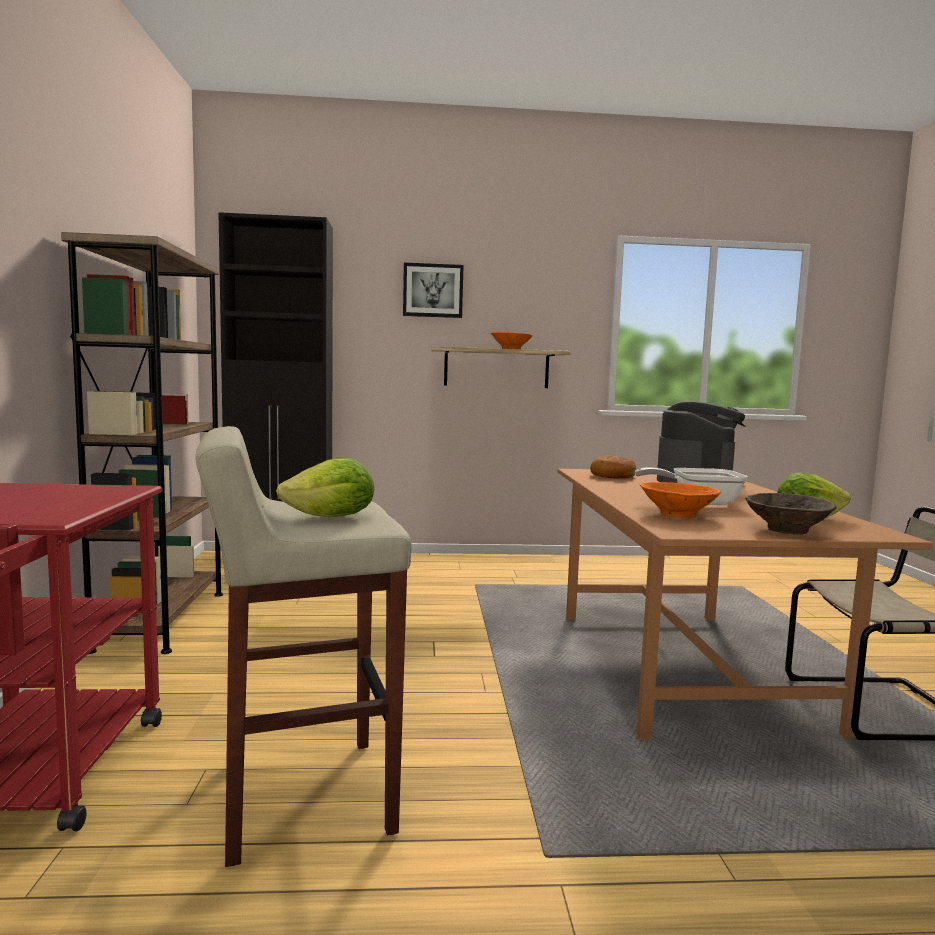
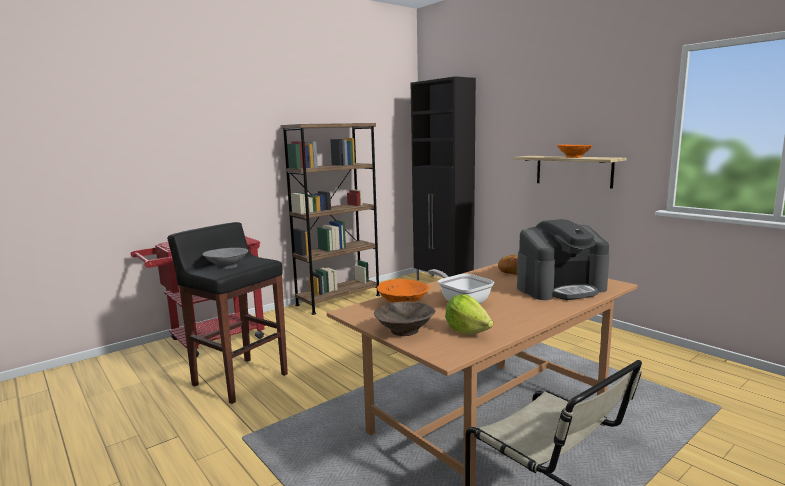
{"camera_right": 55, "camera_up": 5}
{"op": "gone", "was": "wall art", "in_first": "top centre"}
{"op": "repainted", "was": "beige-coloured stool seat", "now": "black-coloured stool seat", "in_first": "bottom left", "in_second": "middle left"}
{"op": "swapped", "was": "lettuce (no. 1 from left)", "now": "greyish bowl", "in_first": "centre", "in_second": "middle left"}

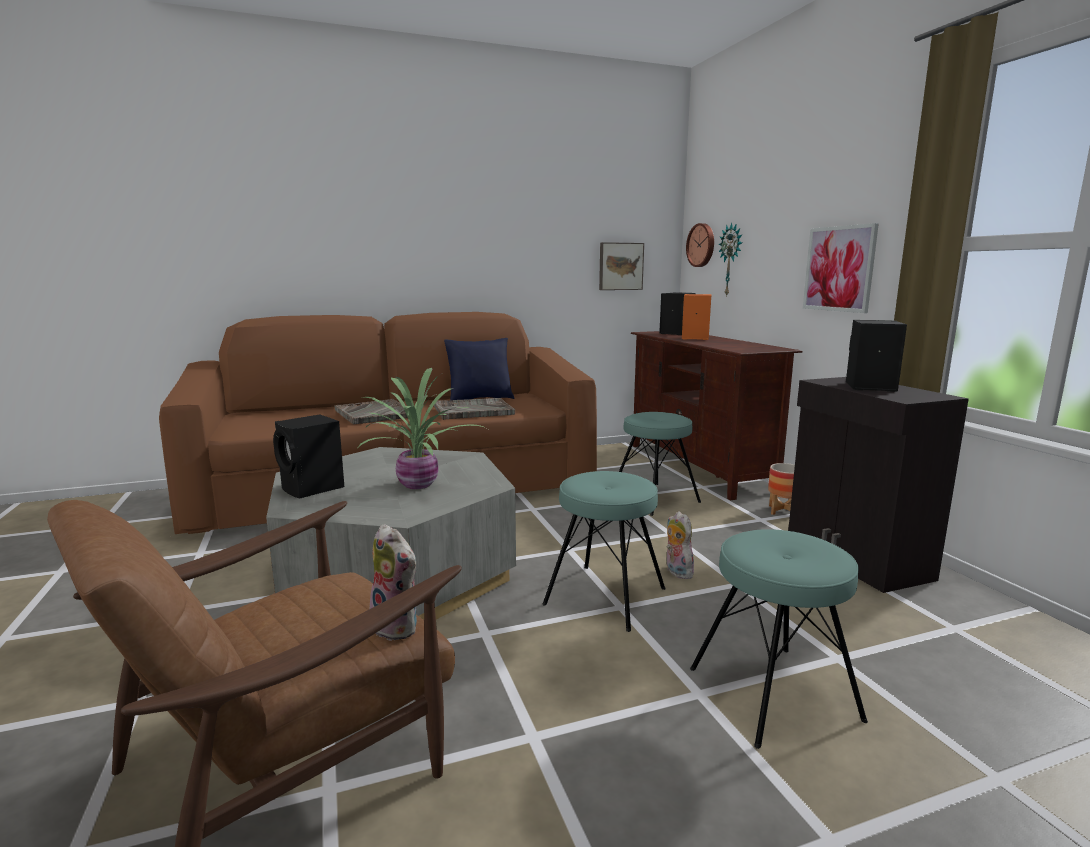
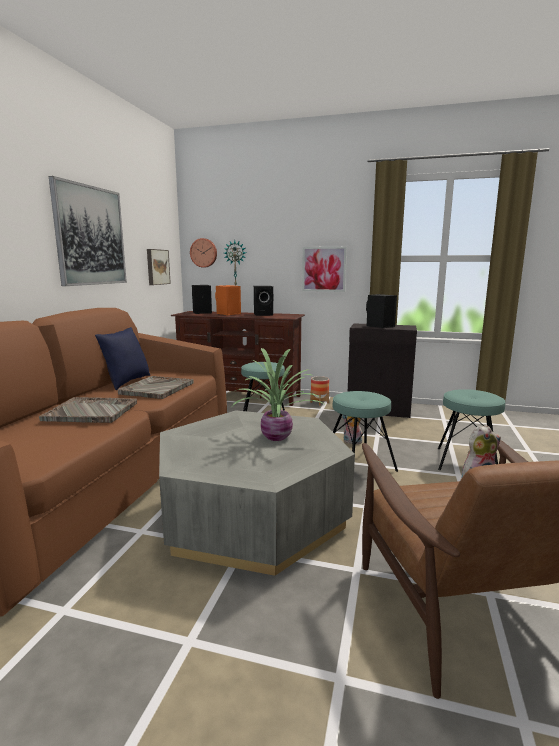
{"camera_right": -55, "camera_up": 0}
{"op": "shifted", "was": "black-coloured speaker (no. 1 from left in the first image)", "now": "black-coloured speaker (no. 2 from left)", "in_first": "middle left", "in_second": "centre"}
{"op": "new", "now": "wall art (no. 1 from left)", "in_second": "top left"}

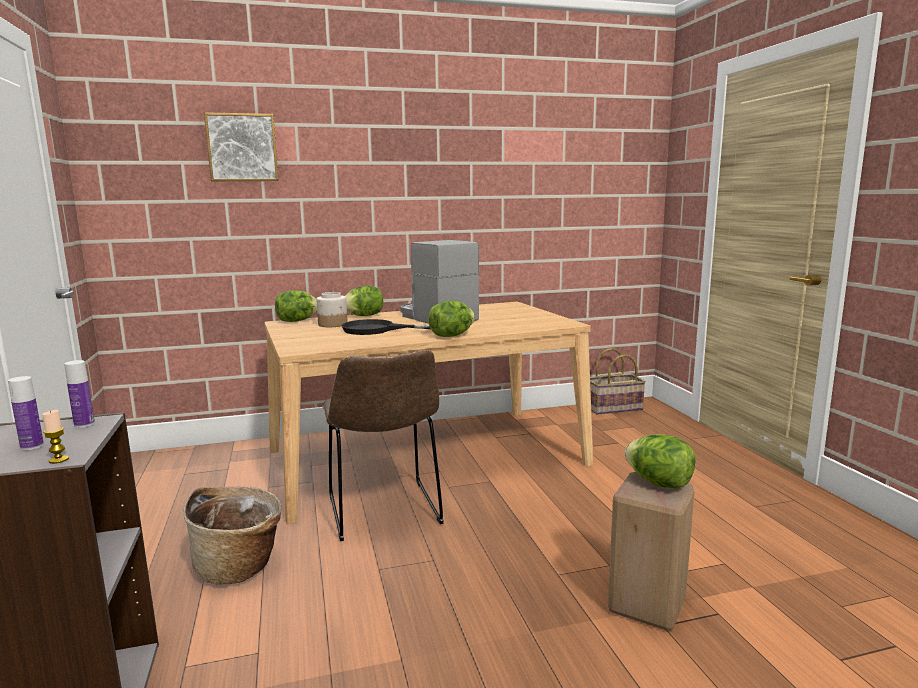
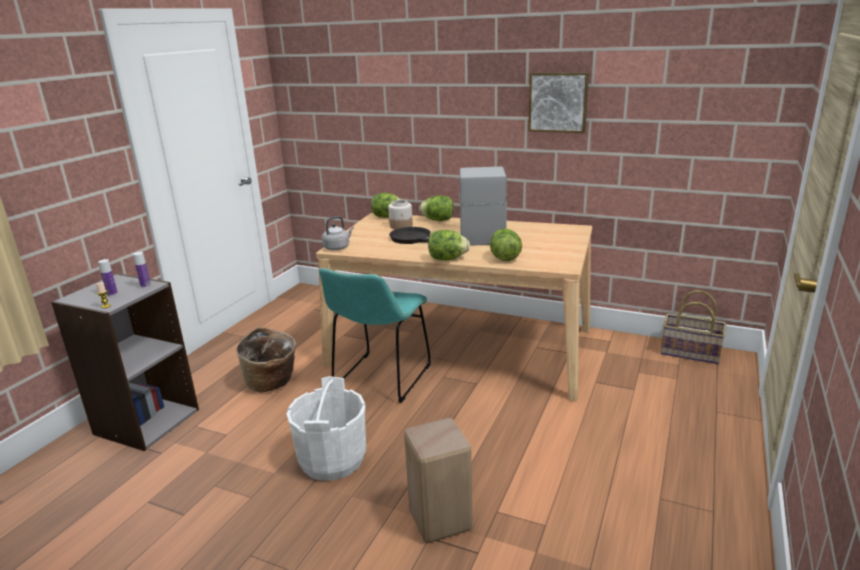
{"camera_right": 40, "camera_up": 10}
{"op": "shifted", "was": "wall art", "in_first": "top left", "in_second": "top centre"}
{"op": "repainted", "was": "brownish plain chair", "now": "turquoise-coloured plain chair", "in_first": "centre", "in_second": "centre"}
{"op": "shifted", "was": "lettuce (no. 4 from left)", "in_first": "bottom right", "in_second": "centre"}
{"op": "new", "now": "greyish tea kettle", "in_second": "centre"}
{"op": "new", "now": "white pail", "in_second": "bottom centre"}

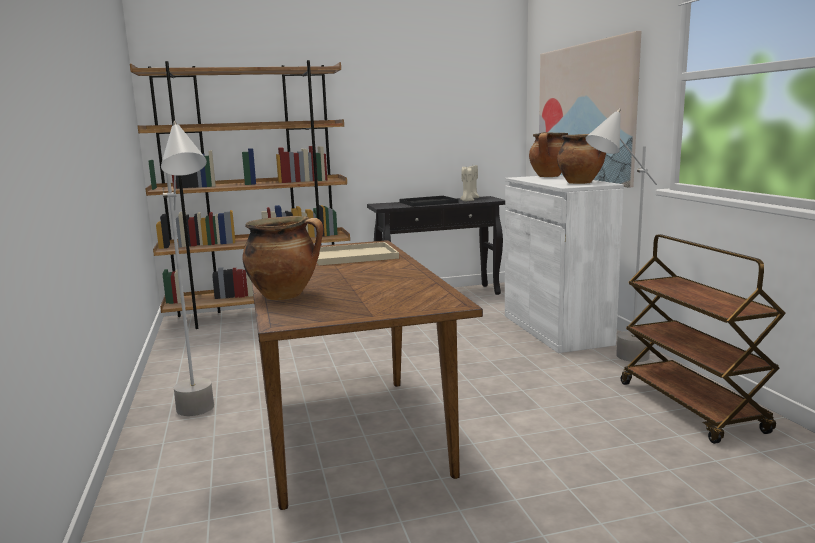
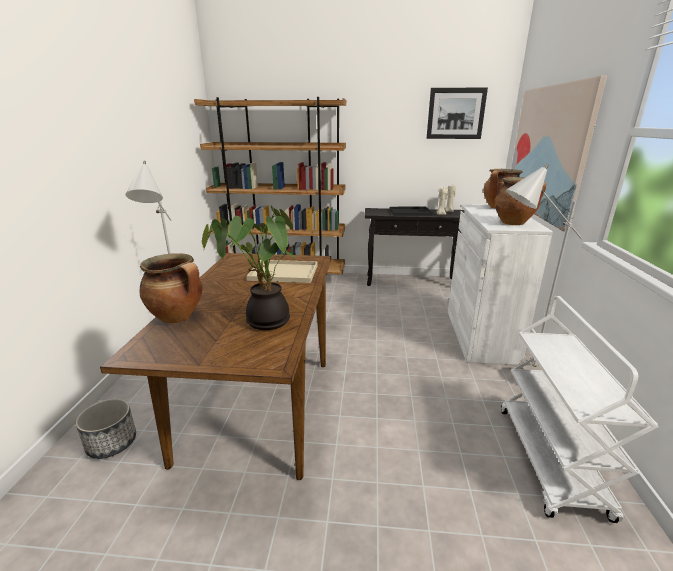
{"camera_right": 20, "camera_up": 10}
{"op": "repainted", "was": "brownish wheeled cart", "now": "white wheeled cart", "in_first": "middle right", "in_second": "bottom right"}
{"op": "new", "now": "wall art (no. 1 from left)", "in_second": "top right"}
{"op": "new", "now": "plant in a pot", "in_second": "centre"}
{"op": "new", "now": "flower pot", "in_second": "bottom left"}

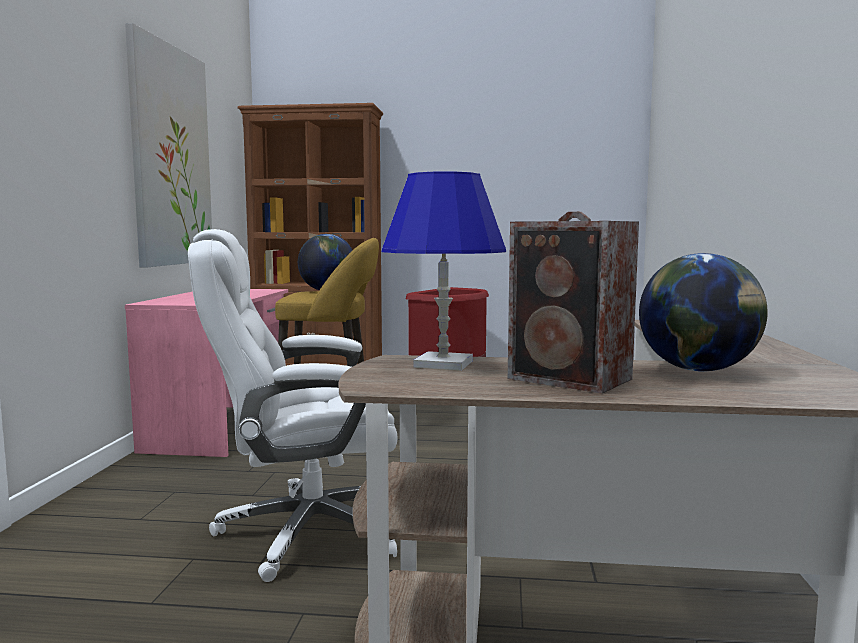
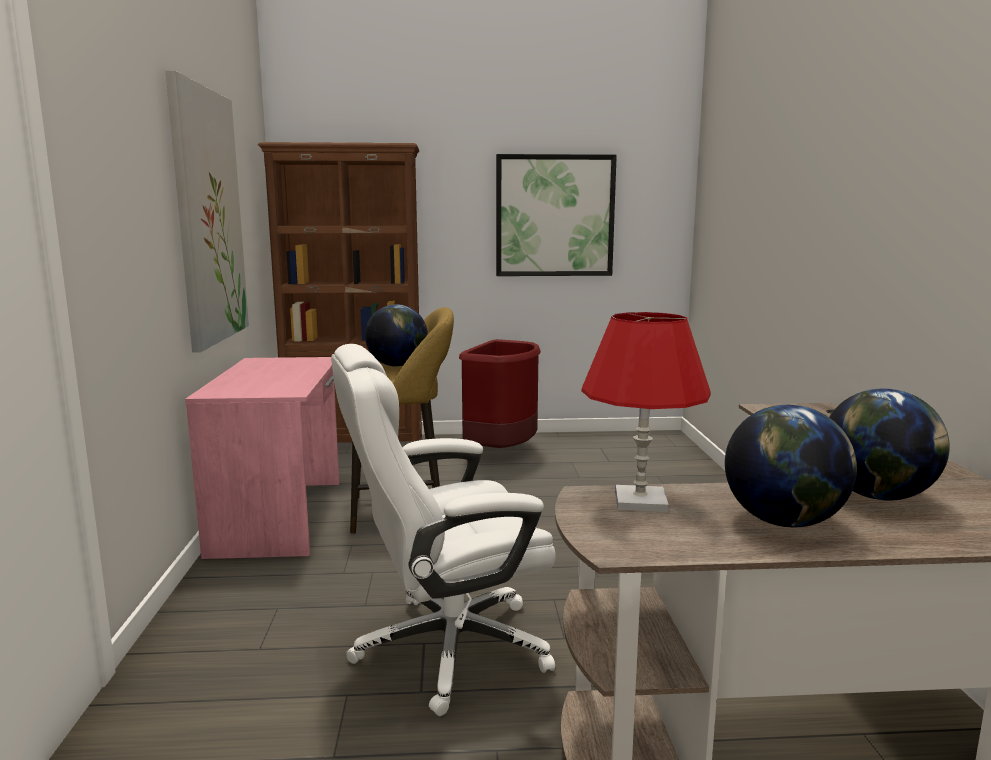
{"camera_right": -10, "camera_up": 5}
{"op": "repainted", "was": "blue-coloured tabletop lamp", "now": "reddish tabletop lamp", "in_first": "centre", "in_second": "centre"}
{"op": "swapped", "was": "speaker", "now": "globe (no. 2 from left)", "in_first": "middle right", "in_second": "middle right"}
{"op": "new", "now": "wall art (no. 2 from left)", "in_second": "top centre"}

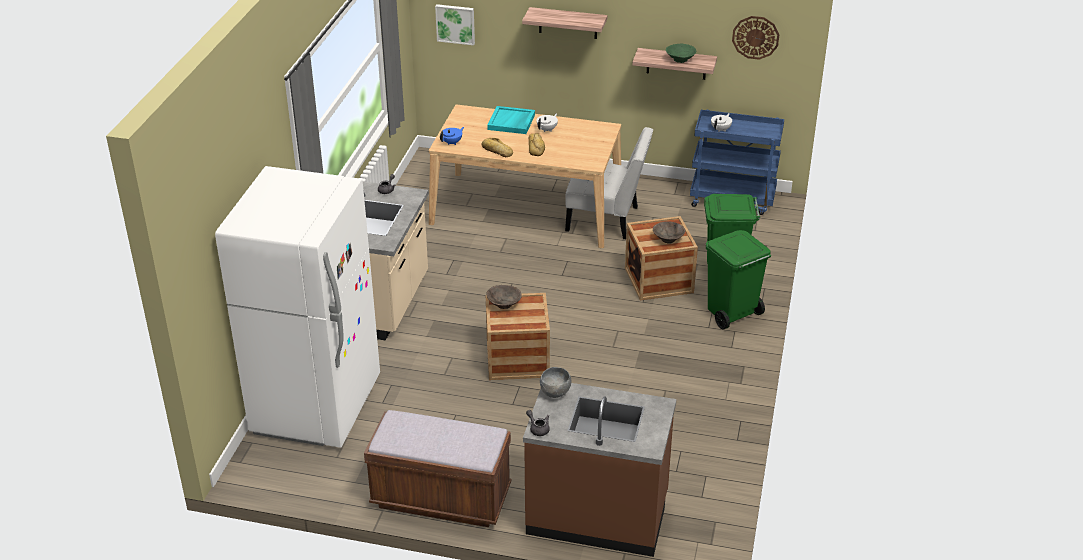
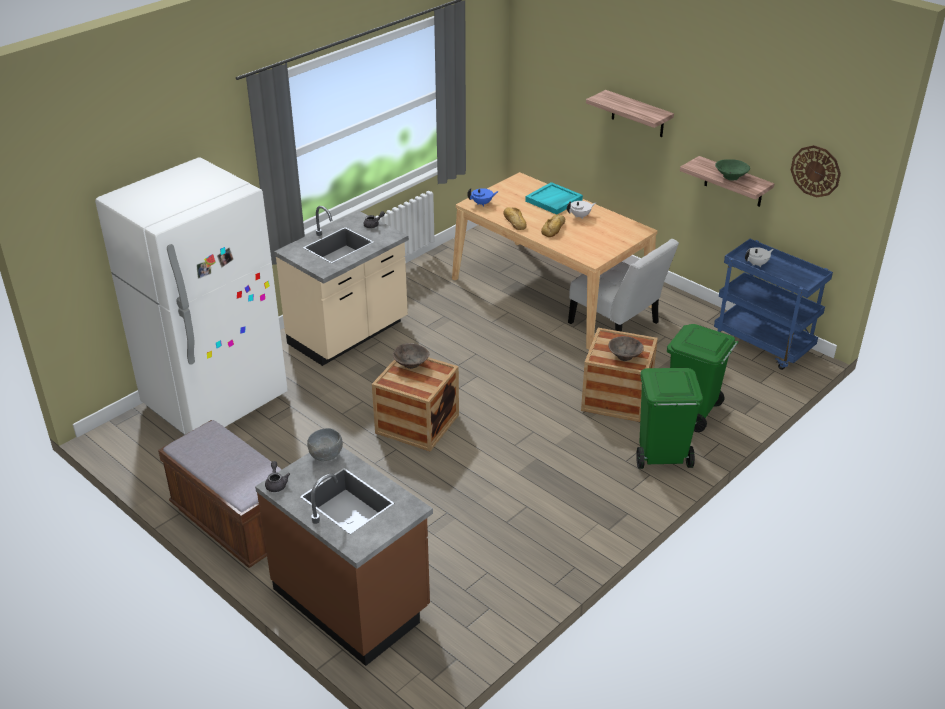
{"camera_right": 30, "camera_up": 0}
{"op": "gone", "was": "wall art", "in_first": "top centre"}

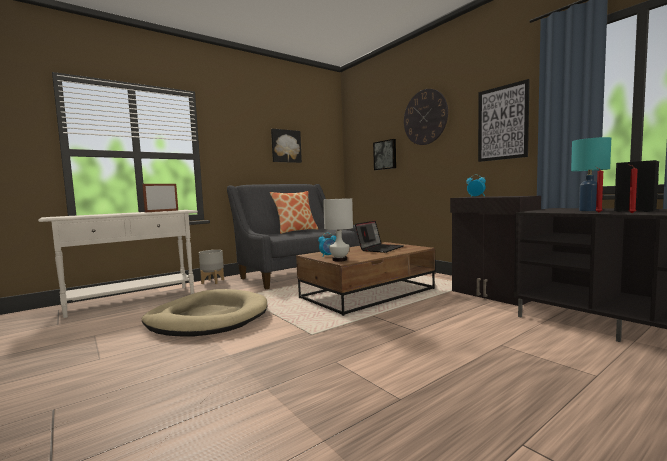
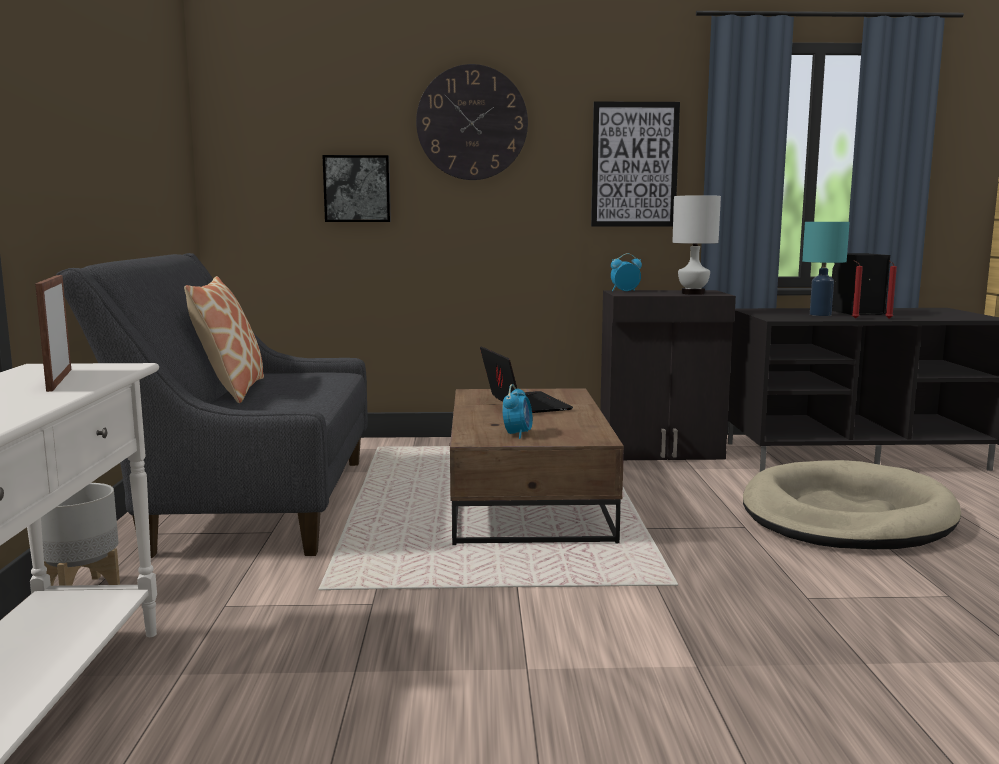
{"camera_right": -55, "camera_up": 5}
{"op": "gone", "was": "wall art (no. 1 from left)", "in_first": "top centre"}
{"op": "shifted", "was": "white tabletop lamp", "in_first": "centre", "in_second": "top right"}
{"op": "shifted", "was": "beige-coloured pet bed", "in_first": "bottom left", "in_second": "middle right"}

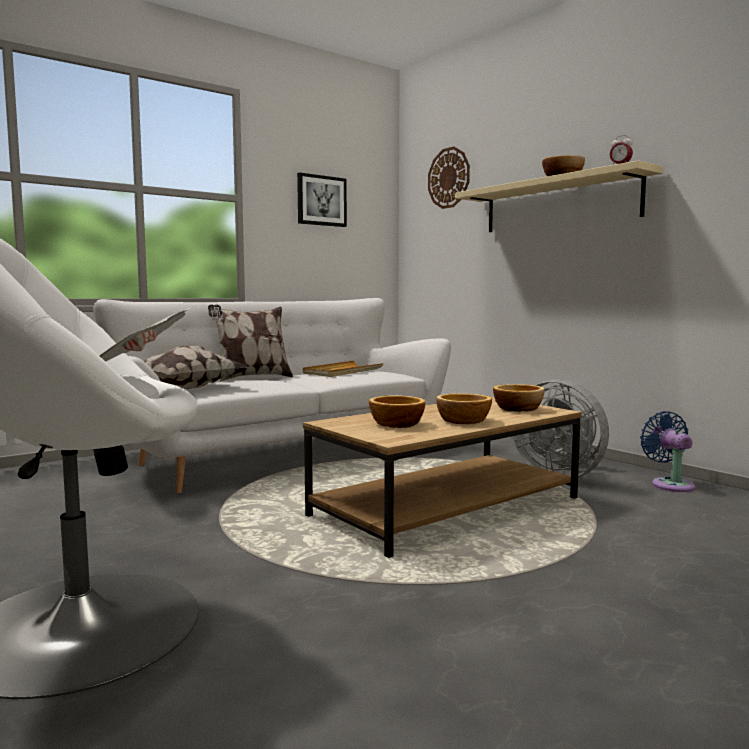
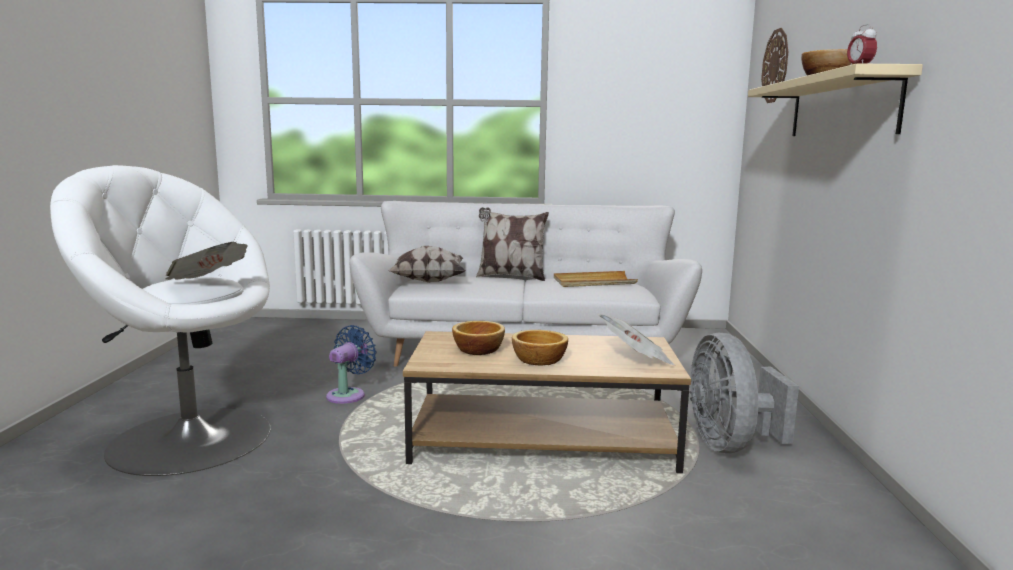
{"camera_right": 40, "camera_up": 5}
{"op": "gone", "was": "wall art", "in_first": "top centre"}
{"op": "swapped", "was": "bowl (no. 3 from left)", "now": "daily paper (no. 2 from left)", "in_first": "middle right", "in_second": "centre"}
{"op": "shifted", "was": "blue-coloured cooling fan", "in_first": "middle right", "in_second": "centre"}

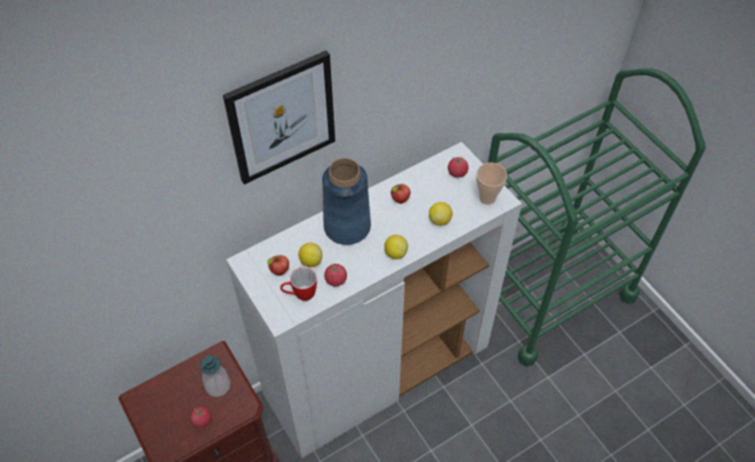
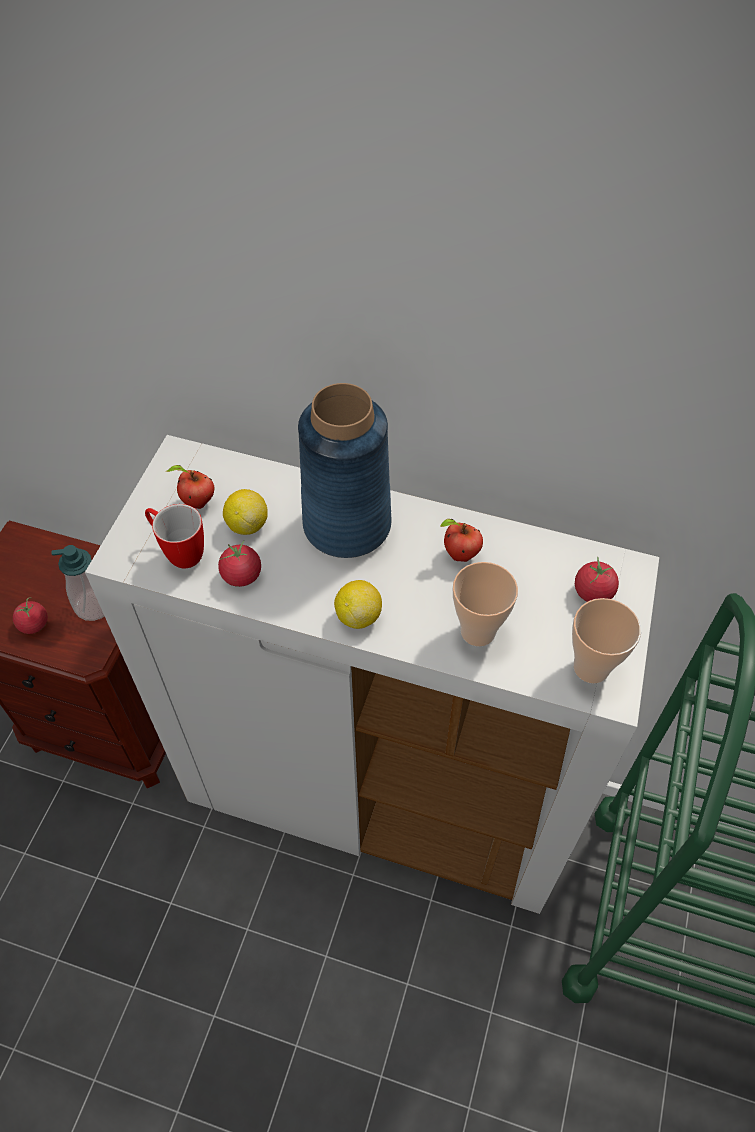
{"camera_right": 50, "camera_up": 0}
{"op": "gone", "was": "wall art", "in_first": "top centre"}
{"op": "swapped", "was": "citrus fruit (no. 3 from left)", "now": "drinking cup (no. 1 from left)", "in_first": "centre", "in_second": "centre"}

